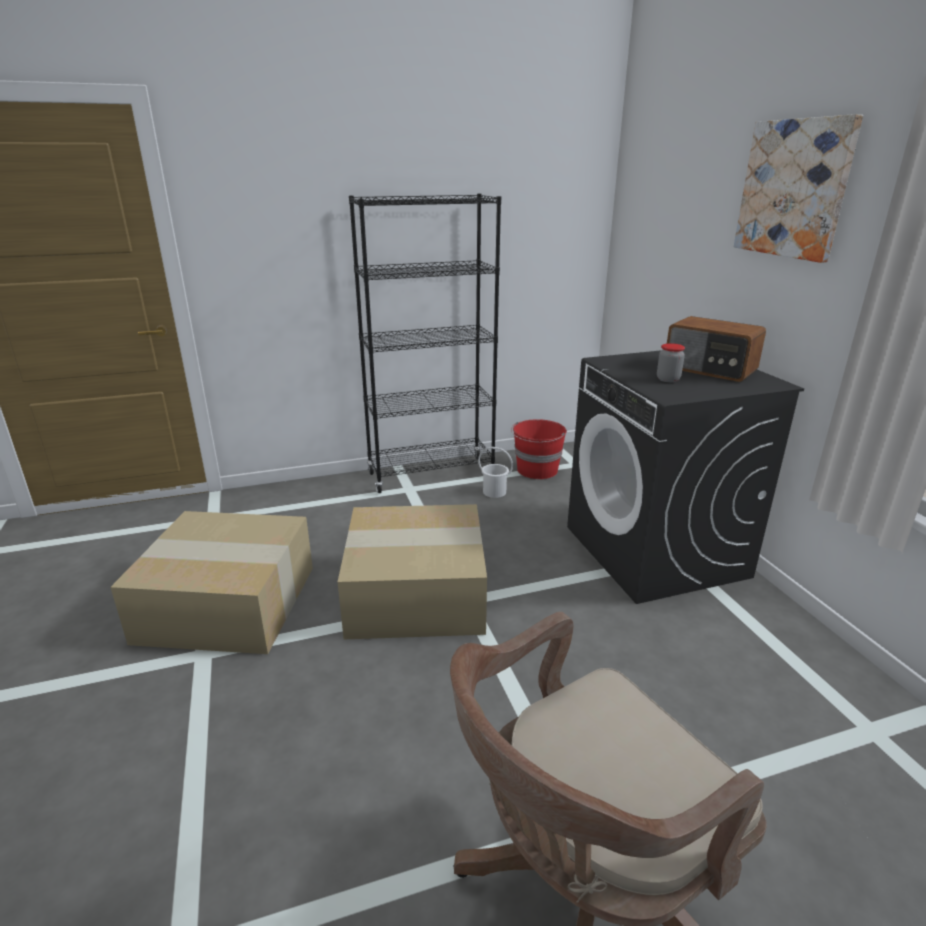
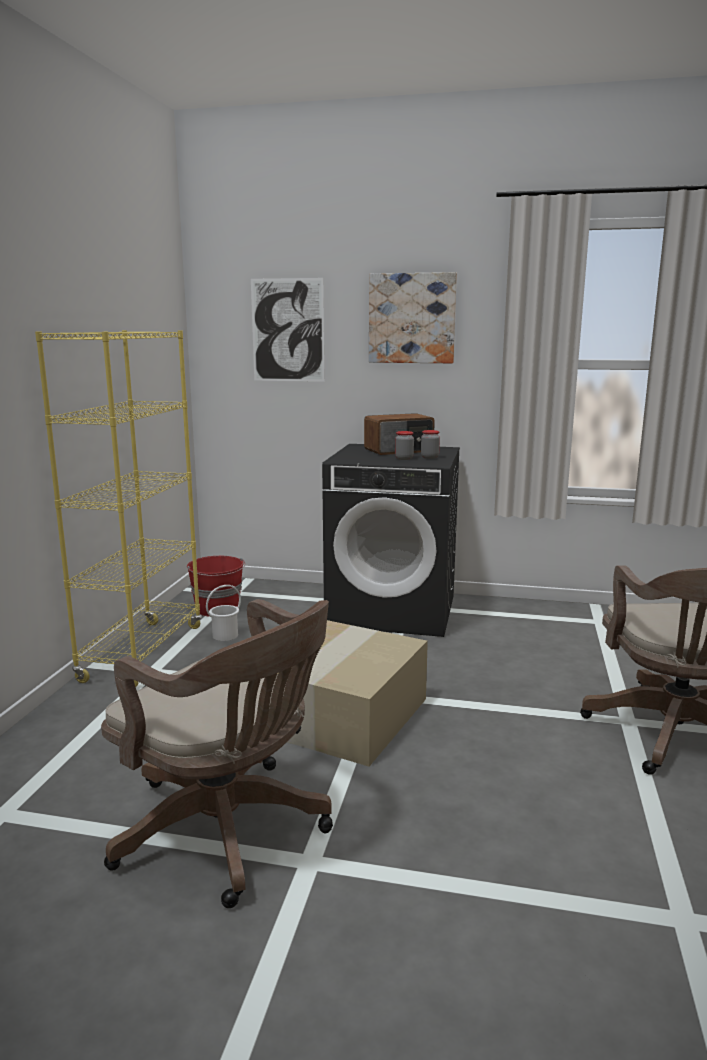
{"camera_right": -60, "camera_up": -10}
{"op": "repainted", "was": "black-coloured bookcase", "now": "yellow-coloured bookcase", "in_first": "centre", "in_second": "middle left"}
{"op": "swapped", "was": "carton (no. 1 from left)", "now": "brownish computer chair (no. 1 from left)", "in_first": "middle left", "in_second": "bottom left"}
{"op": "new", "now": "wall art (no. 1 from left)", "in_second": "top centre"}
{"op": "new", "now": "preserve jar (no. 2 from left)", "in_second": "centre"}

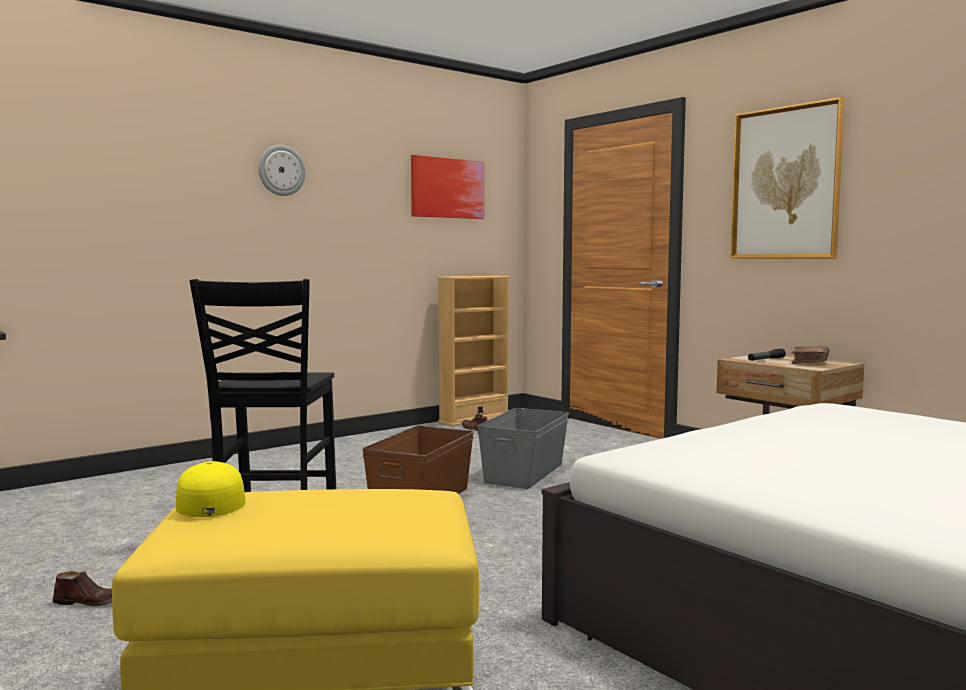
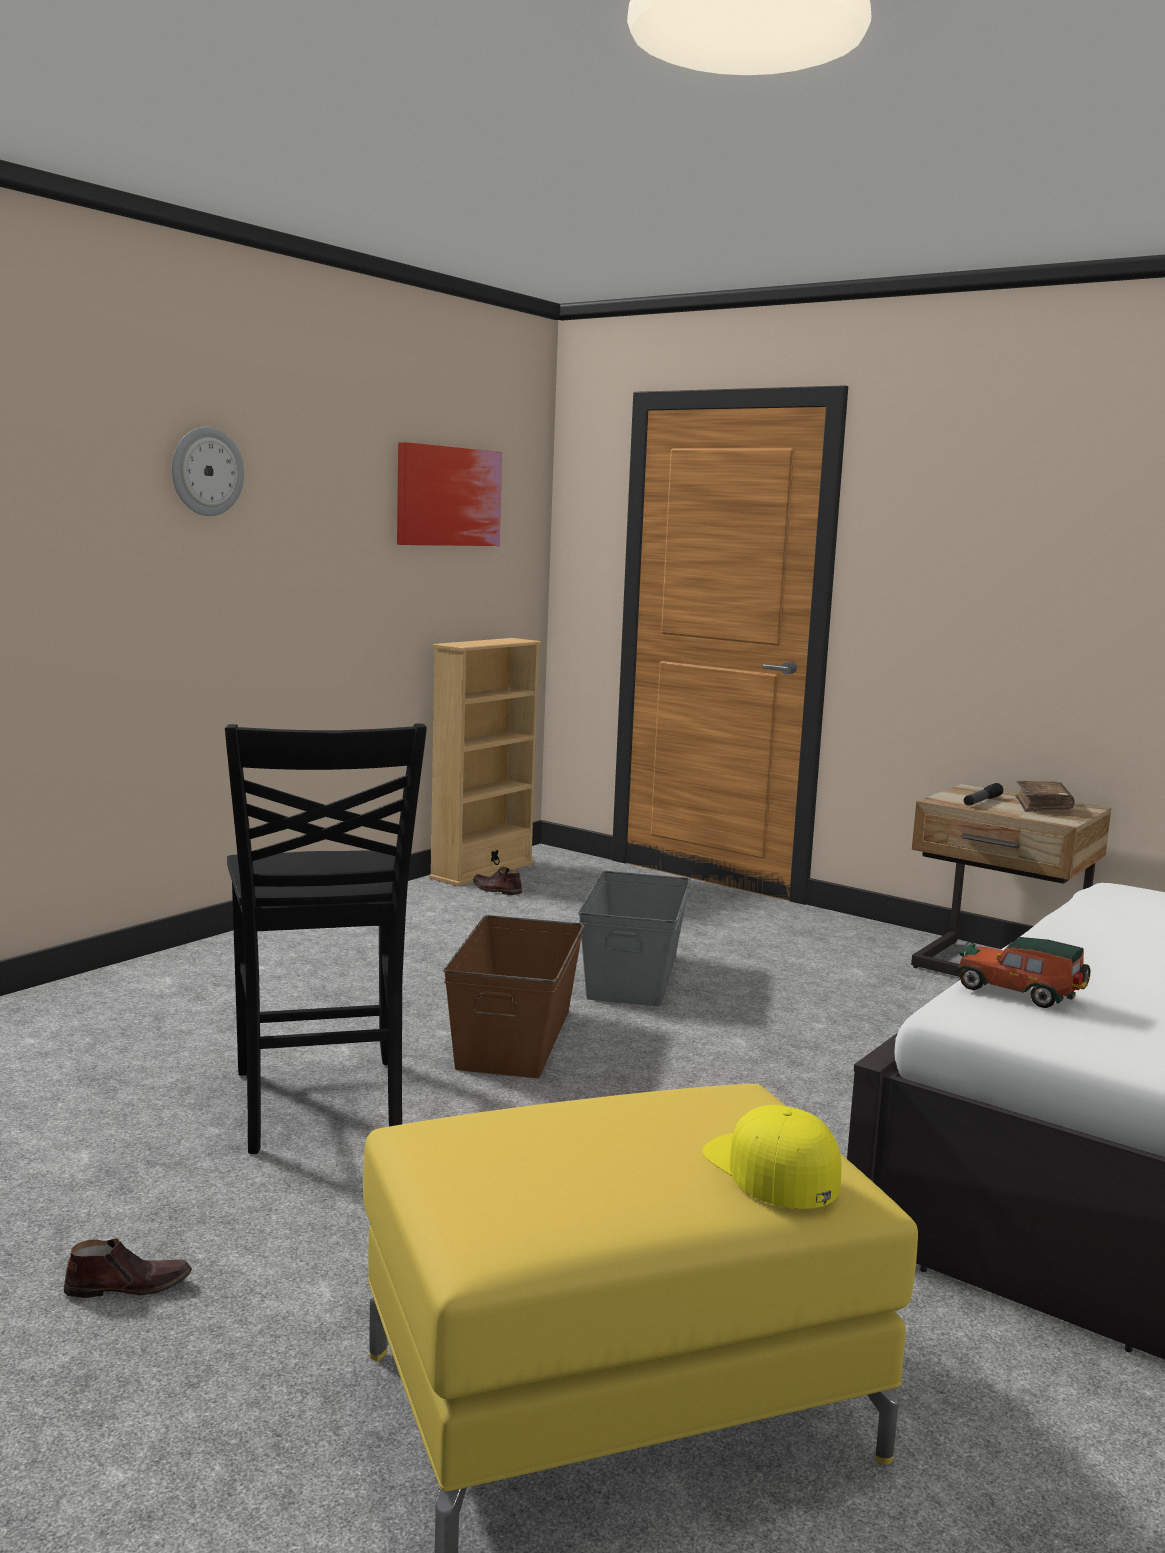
{"camera_right": -15, "camera_up": 5}
{"op": "gone", "was": "wall art (no. 2 from left)", "in_first": "top right"}
{"op": "shifted", "was": "yellow-coloured peaked cap", "in_first": "bottom left", "in_second": "bottom centre"}
{"op": "new", "now": "model car", "in_second": "middle right"}

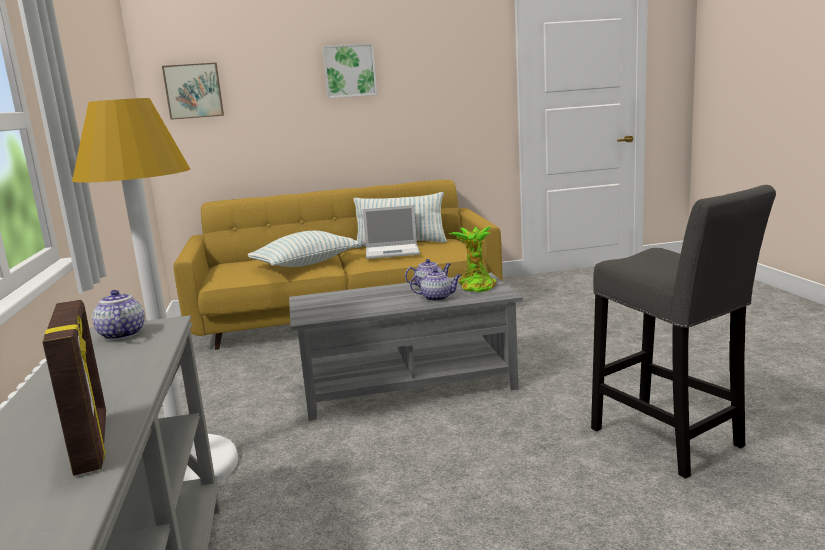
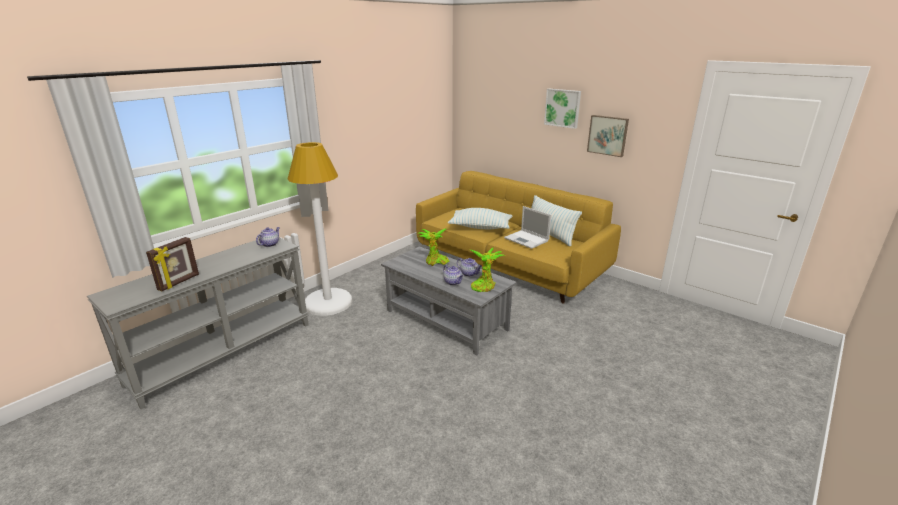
{"camera_right": 50, "camera_up": 10}
{"op": "shifted", "was": "wall art (no. 1 from left in the first image)", "now": "wall art (no. 2 from left)", "in_first": "top left", "in_second": "top right"}
{"op": "gone", "was": "greyish stool seat", "in_first": "middle right"}
{"op": "new", "now": "plant in a pot (no. 1 from left)", "in_second": "centre"}

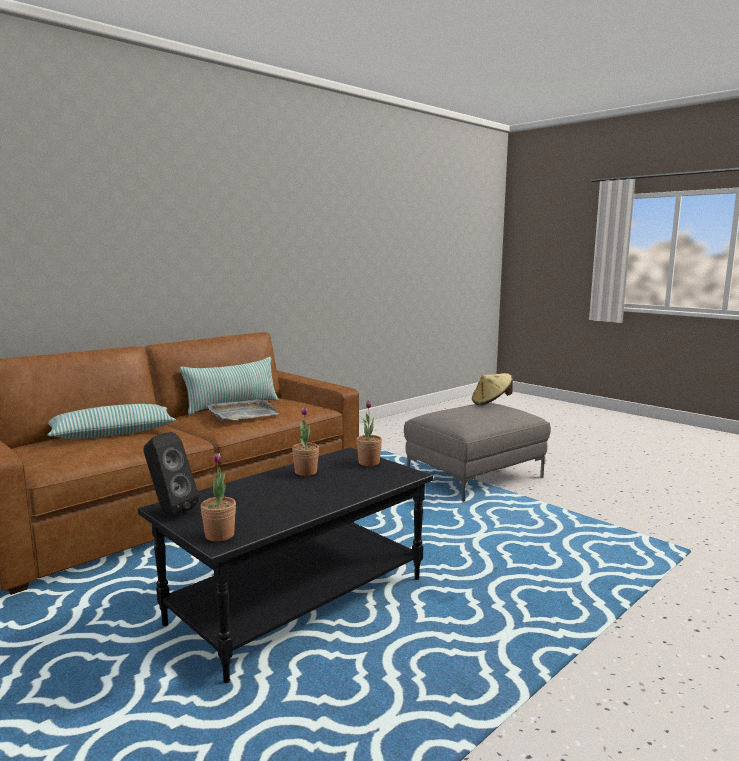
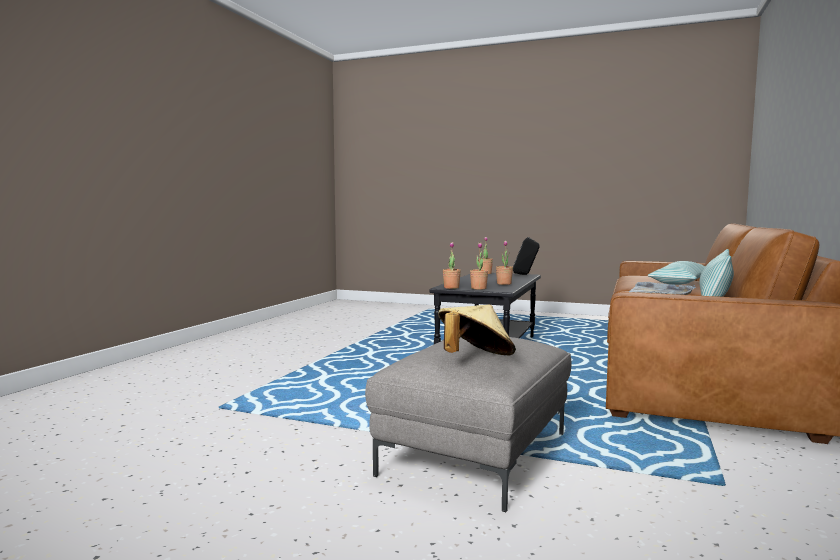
{"camera_right": 155, "camera_up": -5}
{"op": "new", "now": "plant in a pot (no. 1 from left)", "in_second": "centre"}

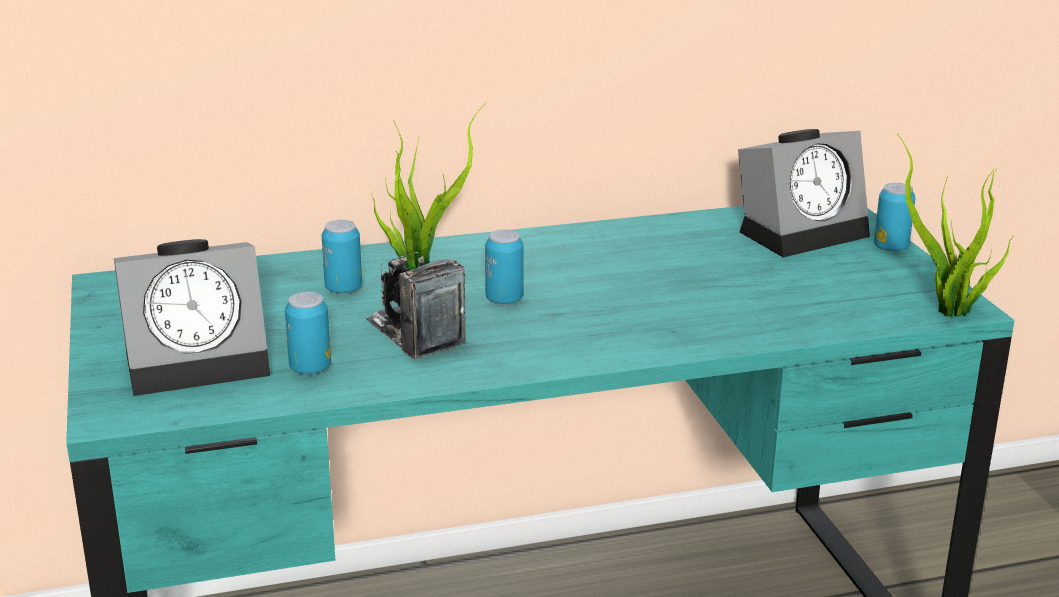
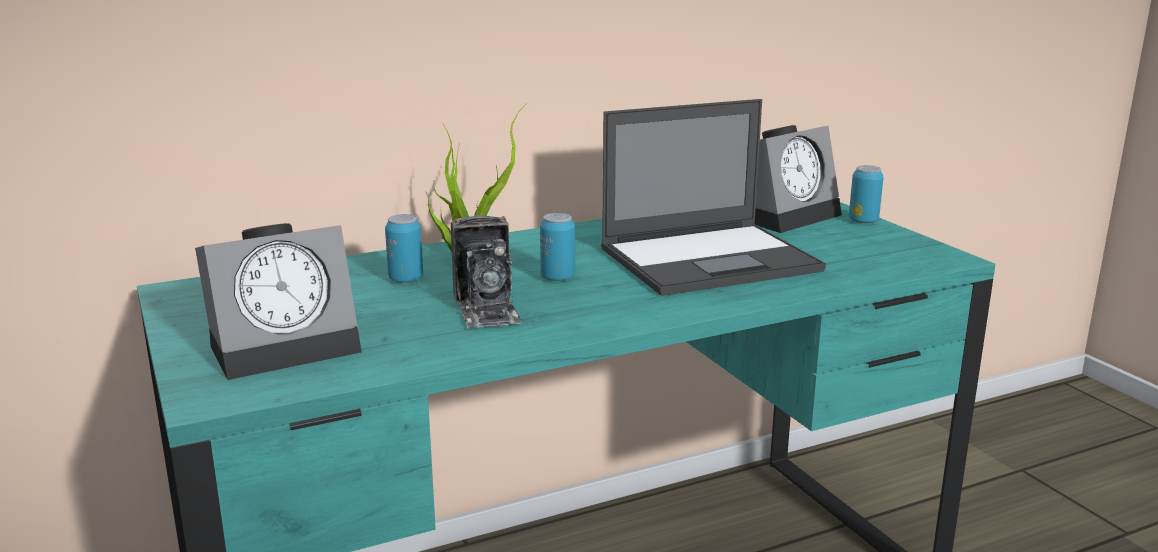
{"camera_right": -10, "camera_up": -5}
{"op": "gone", "was": "plant in a pot (no. 2 from left)", "in_first": "middle right"}
{"op": "rotated", "was": "photo camera", "in_first": "centre", "in_second": "centre", "clockwise": -150}
{"op": "gone", "was": "sealed can (no. 1 from left)", "in_first": "middle left"}
{"op": "new", "now": "portable computer", "in_second": "centre"}

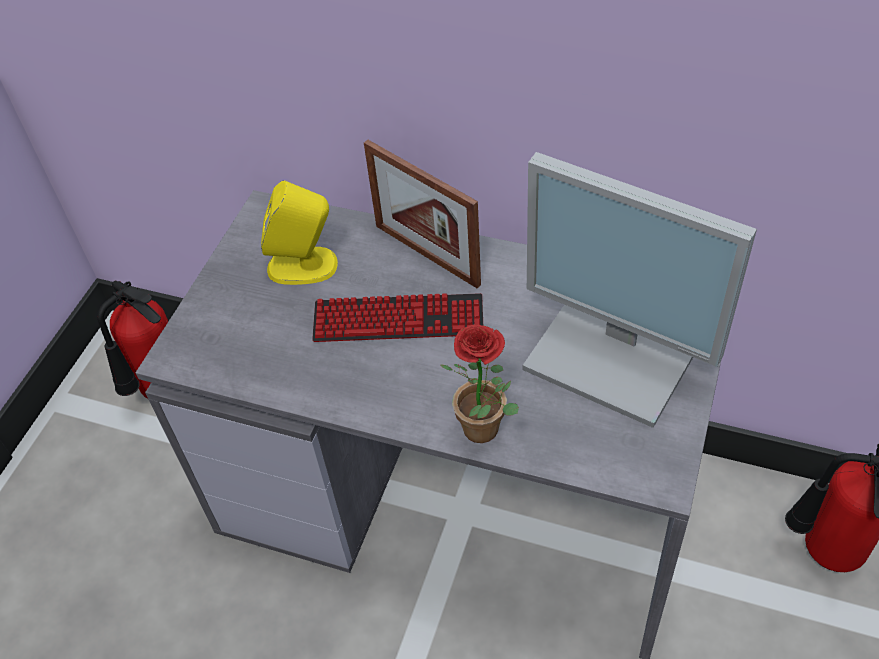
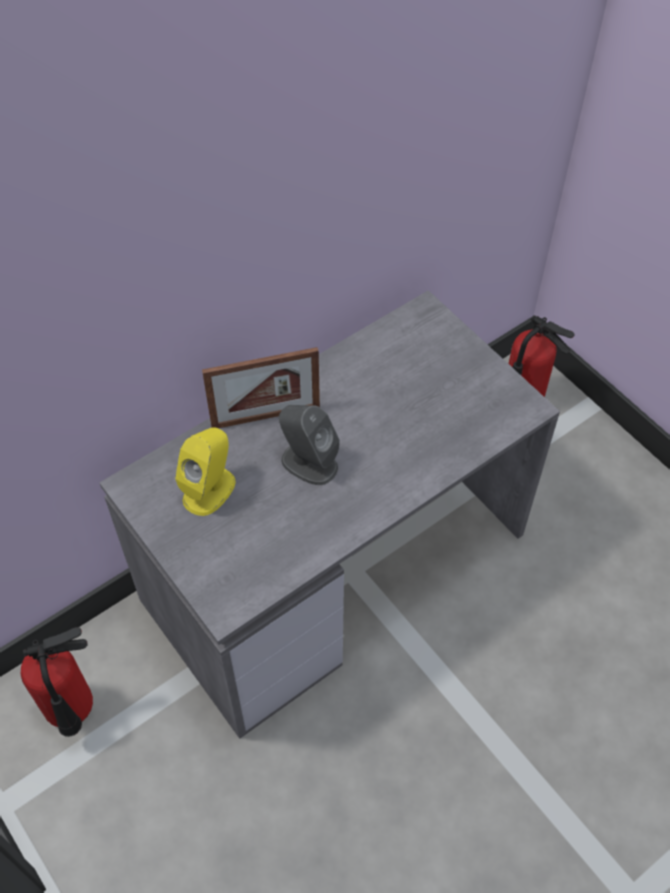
{"camera_right": -60, "camera_up": 5}
{"op": "gone", "was": "computer display", "in_first": "middle right"}
{"op": "swapped", "was": "PC keyboard", "now": "greyish speaker", "in_first": "centre", "in_second": "centre"}
{"op": "gone", "was": "plant in a pot", "in_first": "centre"}

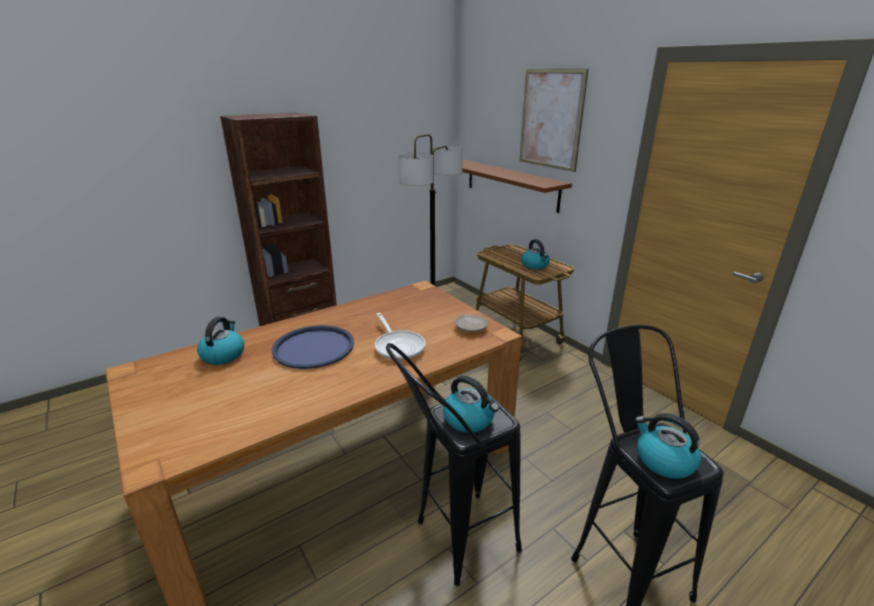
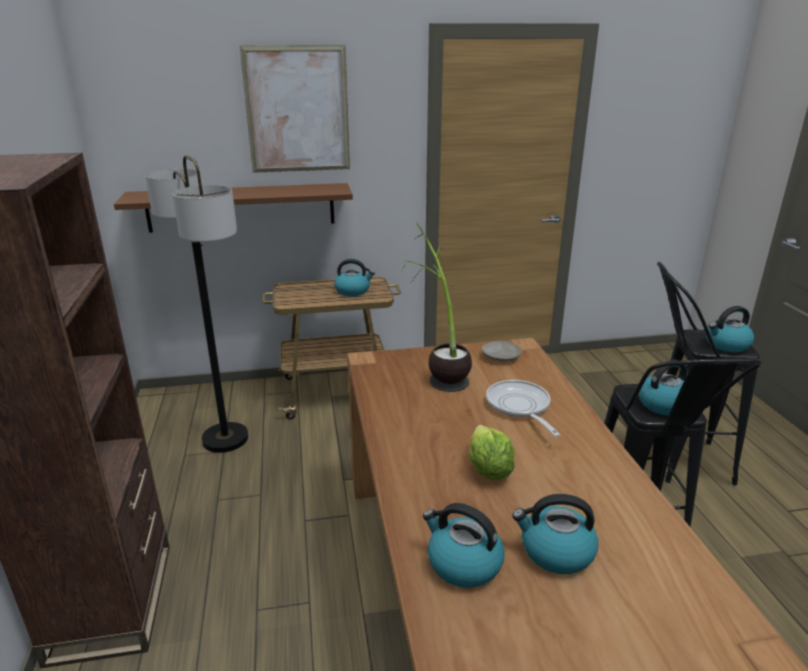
{"camera_right": -65, "camera_up": 0}
{"op": "rotated", "was": "skillet", "in_first": "centre", "in_second": "centre", "clockwise": -105}
{"op": "swapped", "was": "blue-coloured tray", "now": "lettuce", "in_first": "centre", "in_second": "bottom centre"}
{"op": "new", "now": "plant in a pot", "in_second": "centre"}
{"op": "new", "now": "tea kettle (no. 3 from left)", "in_second": "bottom right"}

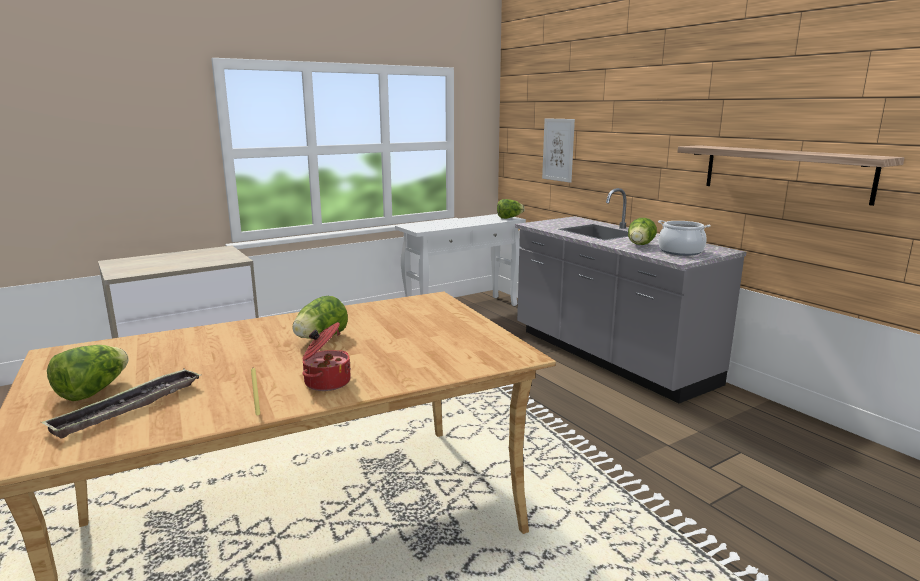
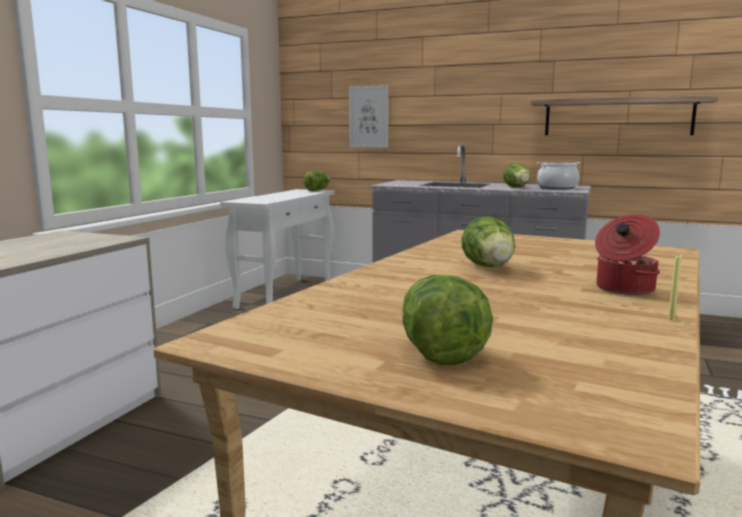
{"camera_right": -35, "camera_up": -5}
{"op": "gone", "was": "tray", "in_first": "bottom left"}

